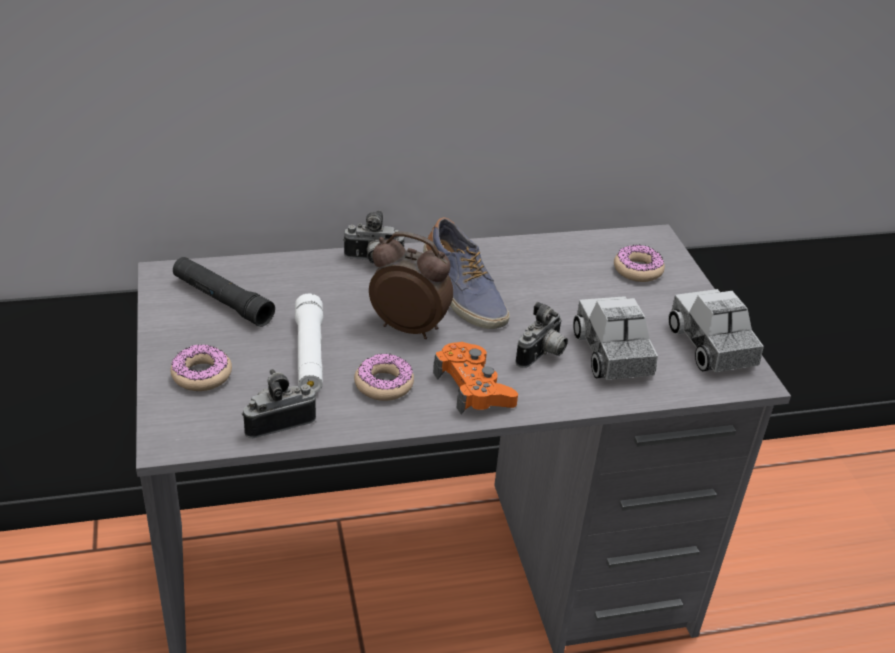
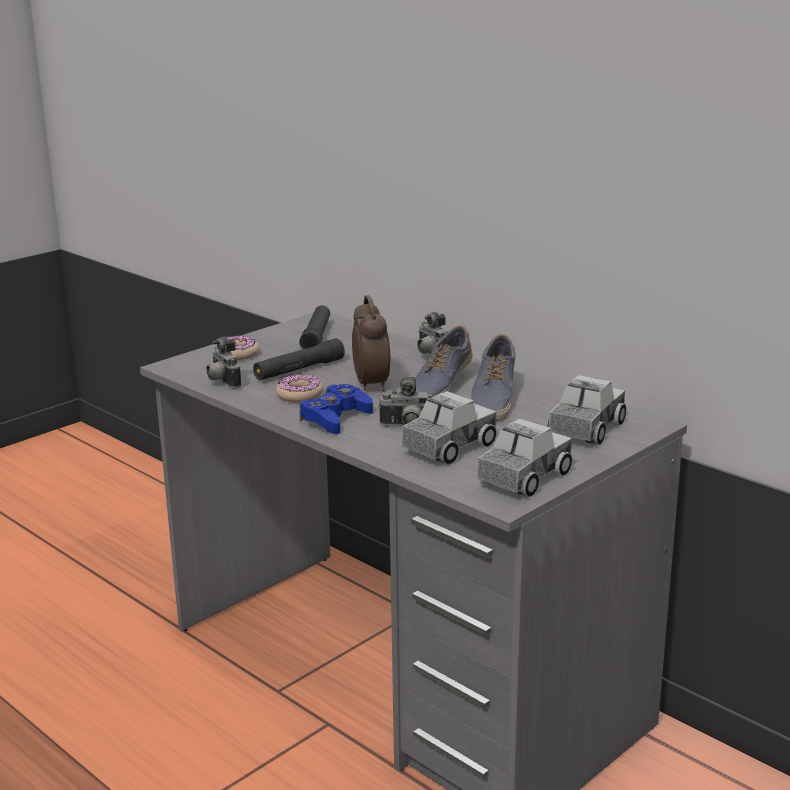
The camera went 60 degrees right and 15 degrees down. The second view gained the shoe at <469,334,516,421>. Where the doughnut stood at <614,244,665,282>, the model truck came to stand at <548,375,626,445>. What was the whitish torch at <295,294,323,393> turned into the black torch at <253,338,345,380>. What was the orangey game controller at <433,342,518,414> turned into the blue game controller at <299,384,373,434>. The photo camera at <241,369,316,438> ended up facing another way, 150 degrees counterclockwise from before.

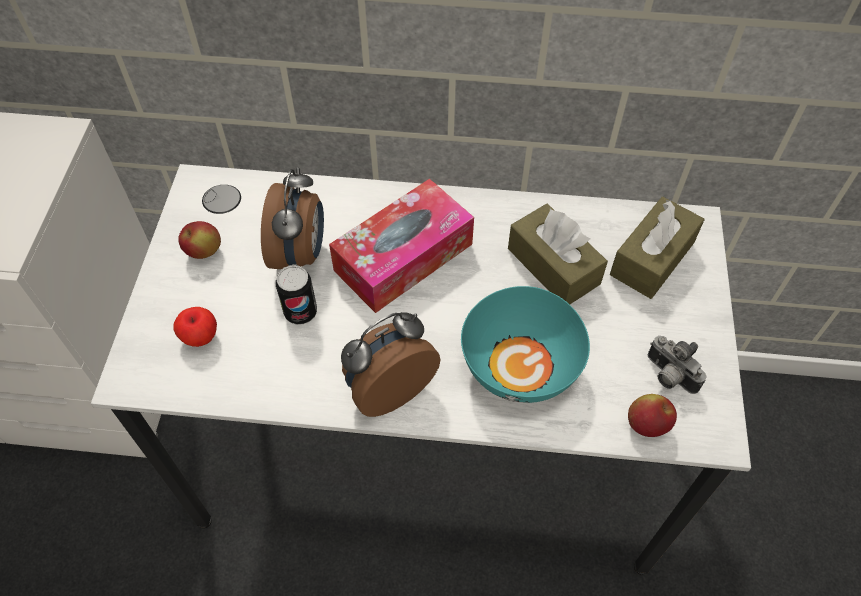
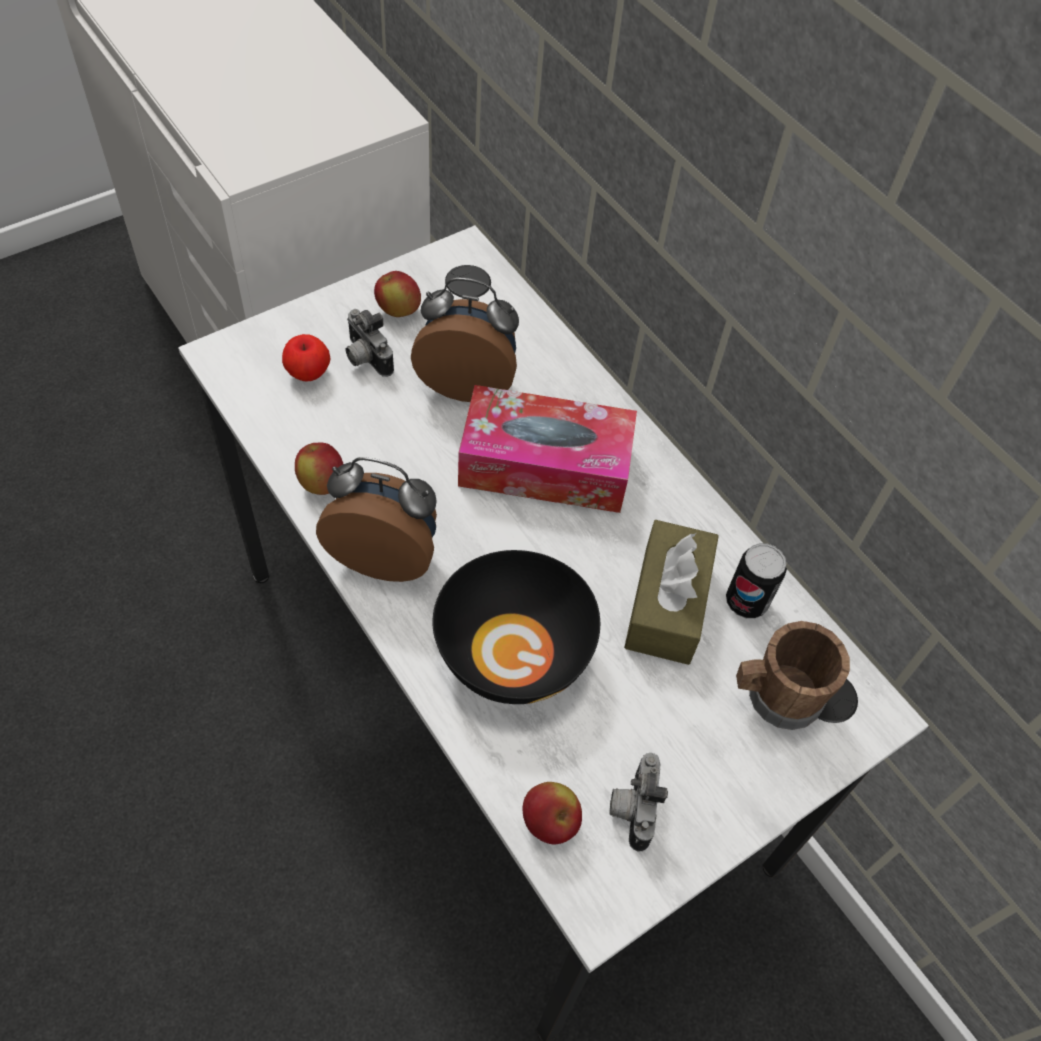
The camera went 45 degrees right and 0 degrees up. The second view gained the whole apple at <295,442,343,495>. The second view gained the photo camera at <346,309,394,377>. The can ended up elsewhere, having gone from <276,265,317,325> to <726,543,787,619>. Where the brown-coloured tissue holder stood at <610,197,705,299>, the brown-coloured mug came to stand at <736,621,850,730>. What was the turquoise deep dish at <461,286,590,403> turned into the black deep dish at <432,550,600,704>. The table clock at <261,168,324,269> ended up facing another way, 135 degrees counterclockwise from before.

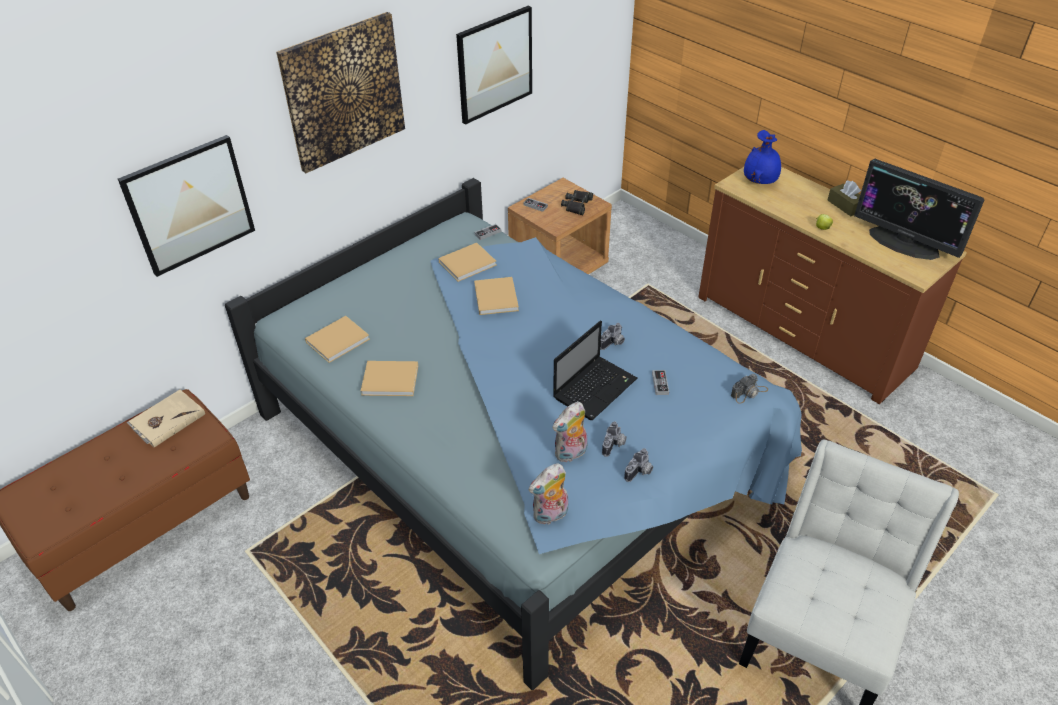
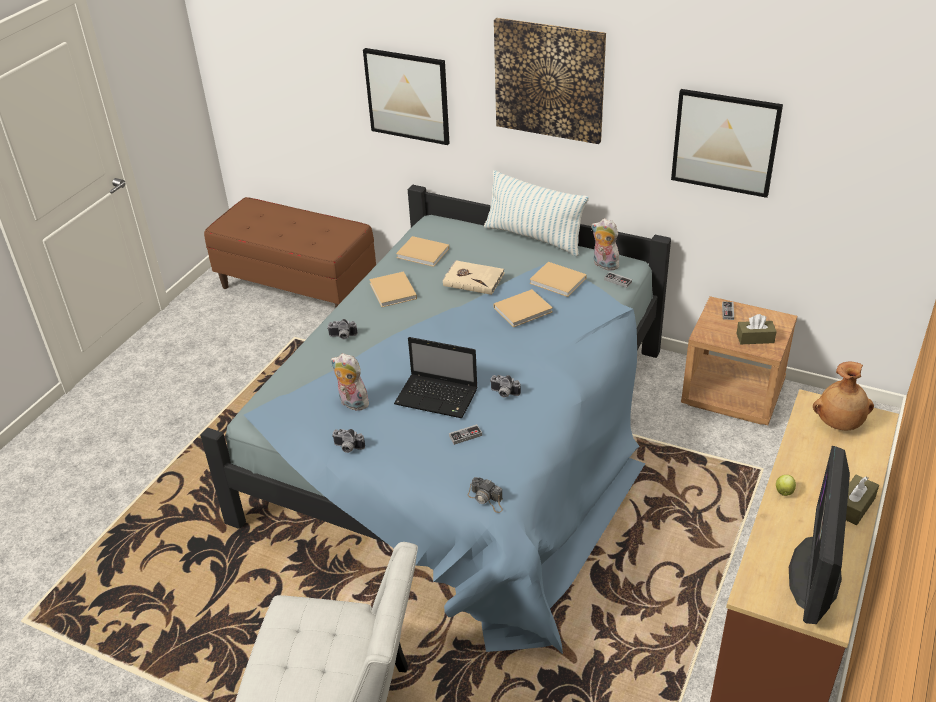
The camera went 70 degrees right and 5 degrees down. The second view gained the pillow at <484,170,589,256>. The beige-coloured volume ended up elsewhere, having gone from <127,390,205,447> to <443,260,505,295>. The plush toy ended up elsewhere, having gone from <529,463,568,525> to <591,219,619,271>. The photo camera ended up elsewhere, having gone from <602,421,627,457> to <327,319,357,339>. Where the black binoculars stood at <561,190,593,215>, the brown-coloured tissue holder came to stand at <736,314,777,344>. What was the blue flower vase at <744,130,781,184> turned into the brown-coloured flower vase at <813,361,874,430>.

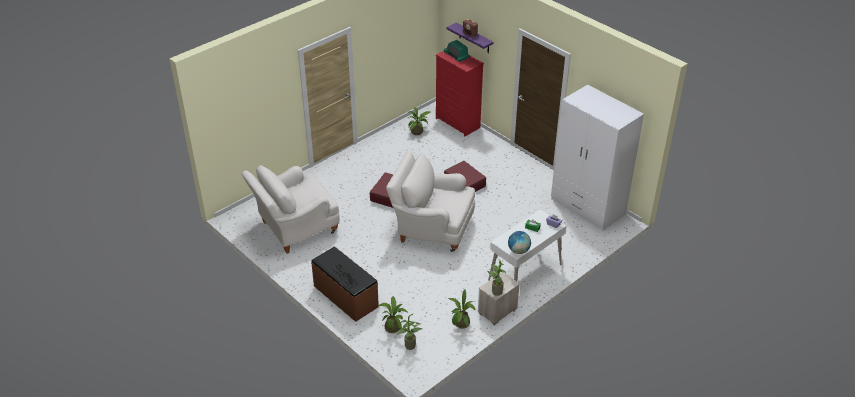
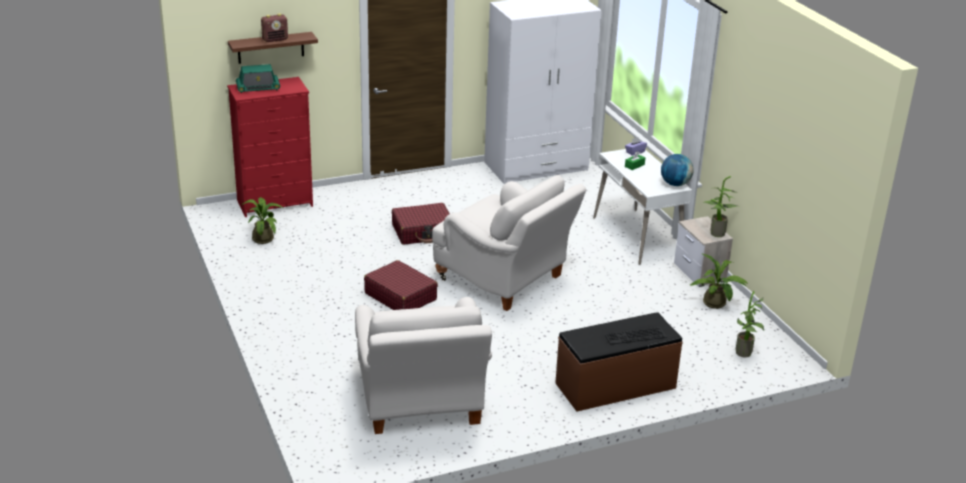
The camera went 70 degrees left and 10 degrees down. The second view lost the potted plant at <379,296,408,333>. What was the purple wall shelf at <447,23,494,53> turned into the brown-coloured wall shelf at <228,32,318,64>. The whitish lounge chair at <386,151,475,252> ended up facing another way, 90 degrees counterclockwise from before.

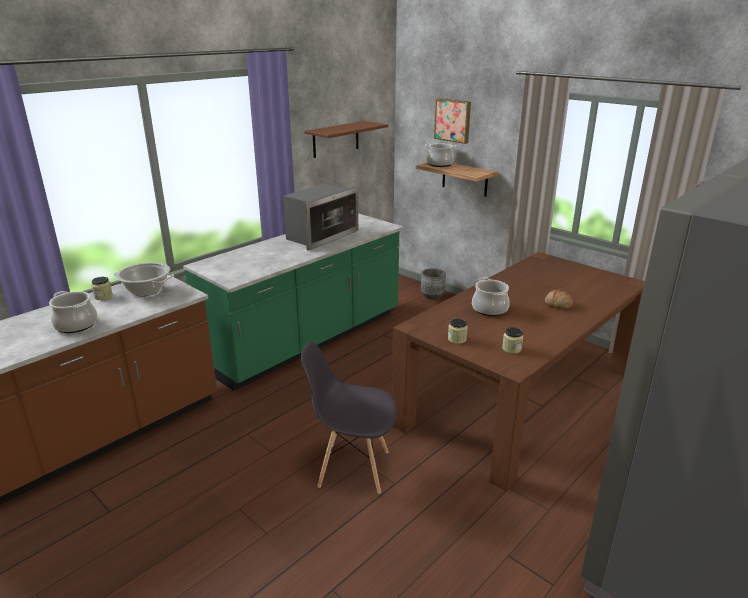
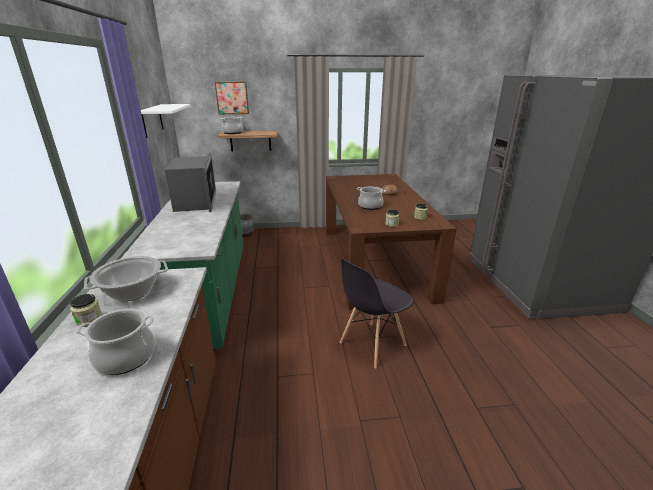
The camera went 50 degrees left and 0 degrees up. What was the brown-coloured wall shelf at <304,121,388,158> turned into the whitish wall shelf at <141,104,190,138>.

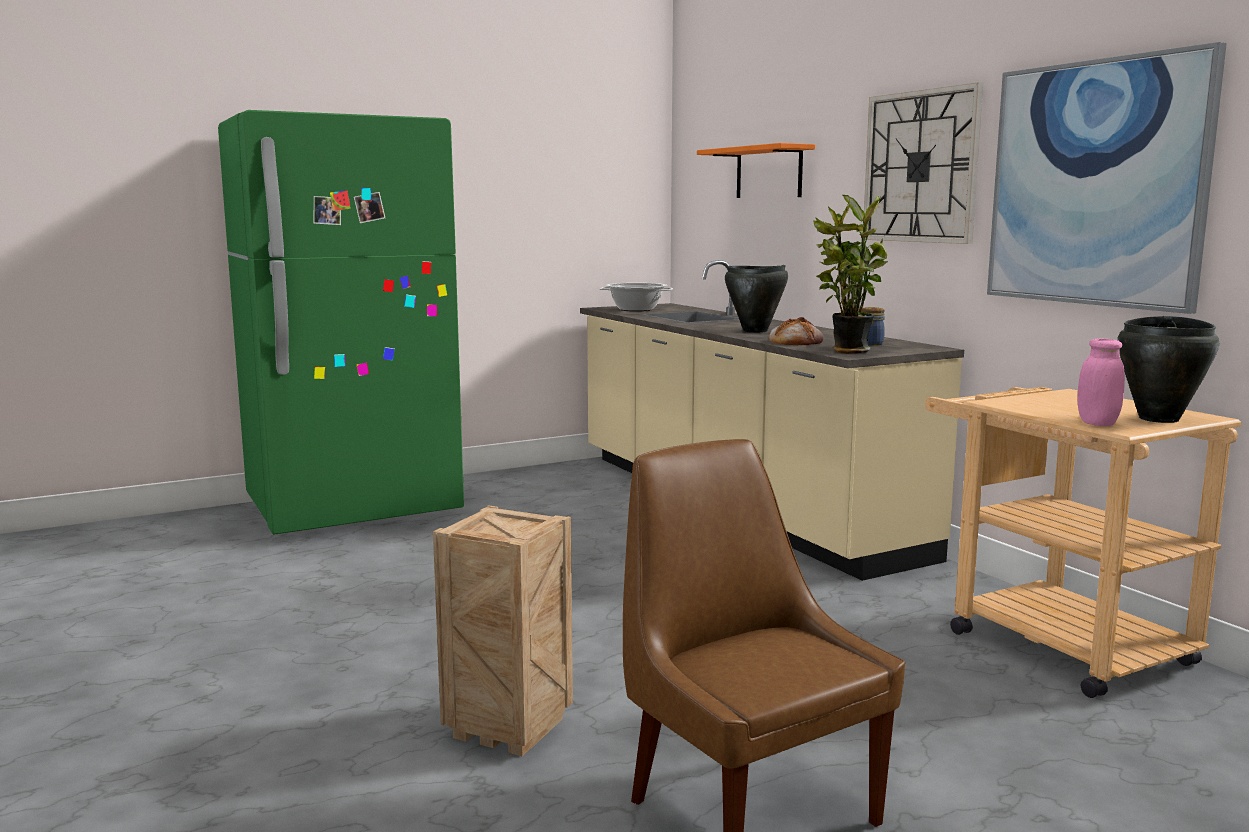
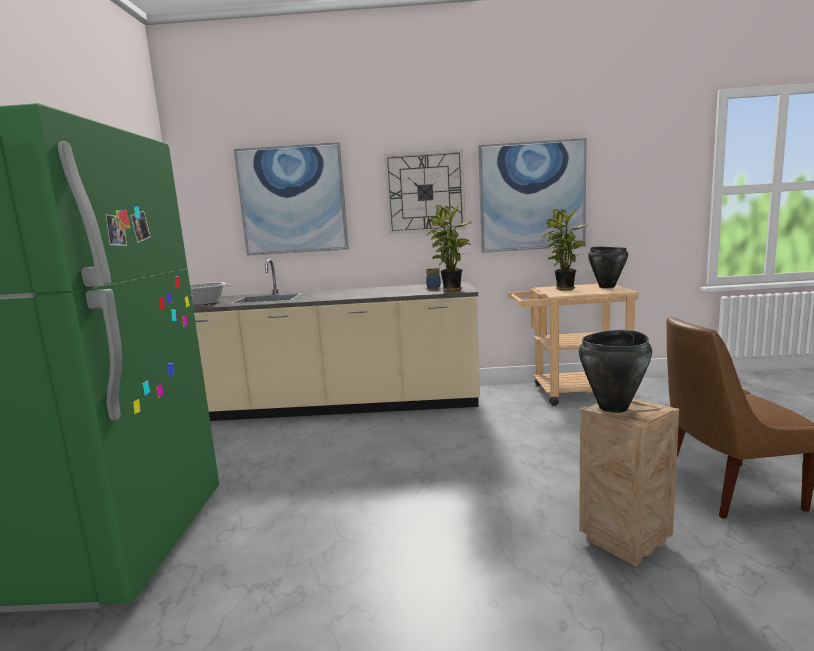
The camera went 60 degrees left and 0 degrees up. The second view lost the baked bread at <769,317,824,345>. The second view lost the pink preserve jar at <1077,339,1125,426>. The second view gained the potted plant at <542,209,588,290>. The black stockpot ended up elsewhere, having gone from <725,265,788,333> to <579,330,652,413>. Where the orangey wall shelf hung at <697,143,815,198>, the wall art came to hang at <234,142,349,256>.

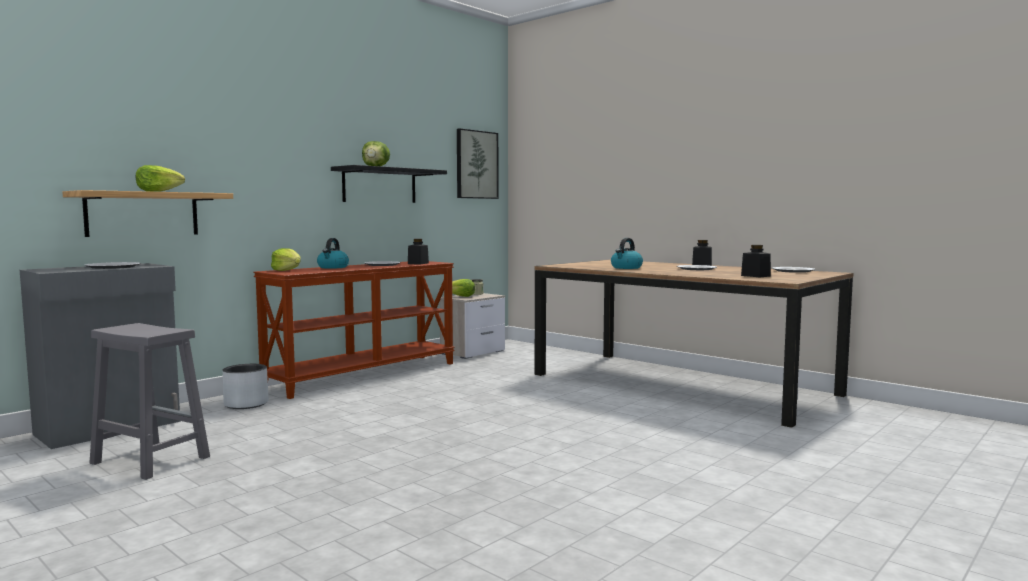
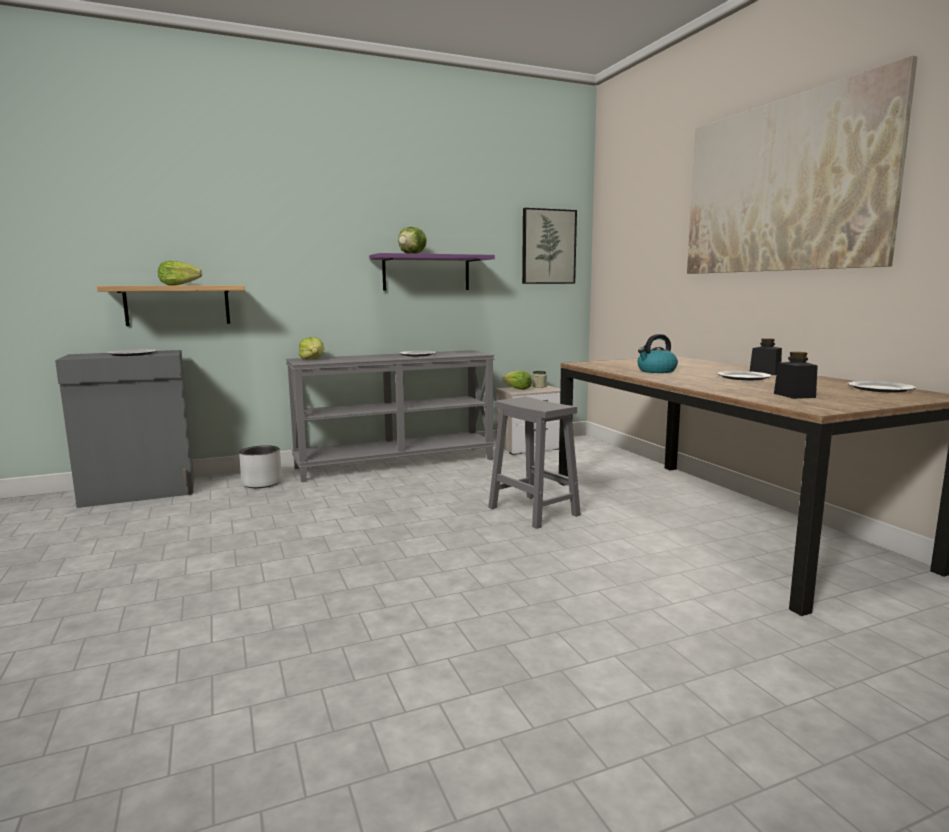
The camera went 25 degrees right and 5 degrees up. The second view lost the kettle at <317,238,349,269>. The second view lost the black preserve jar at <408,239,429,265>. The second view gained the wall art at <687,55,918,274>. The grey stool seat ended up elsewhere, having gone from <90,323,210,480> to <488,397,581,529>. What was the brown-coloured hall table at <253,261,455,399> turned into the grey hall table at <286,350,495,482>. What was the black wall shelf at <331,165,447,203> turned into the purple wall shelf at <369,253,495,290>.

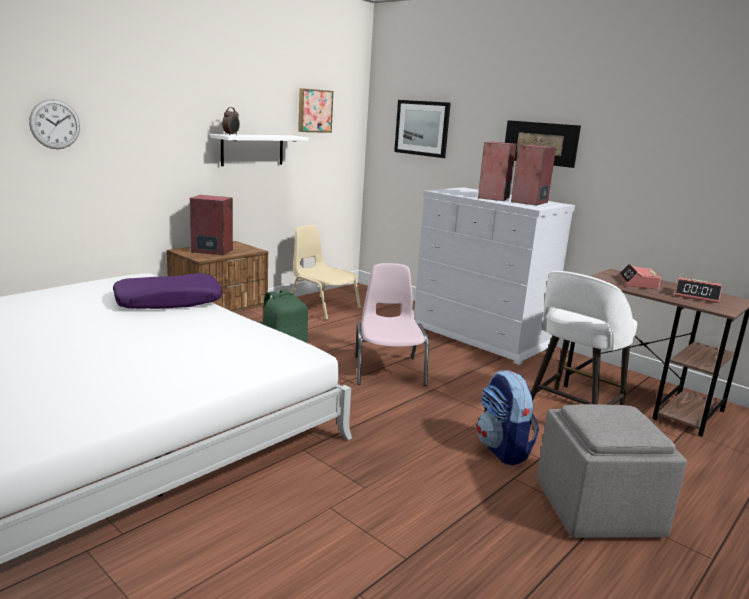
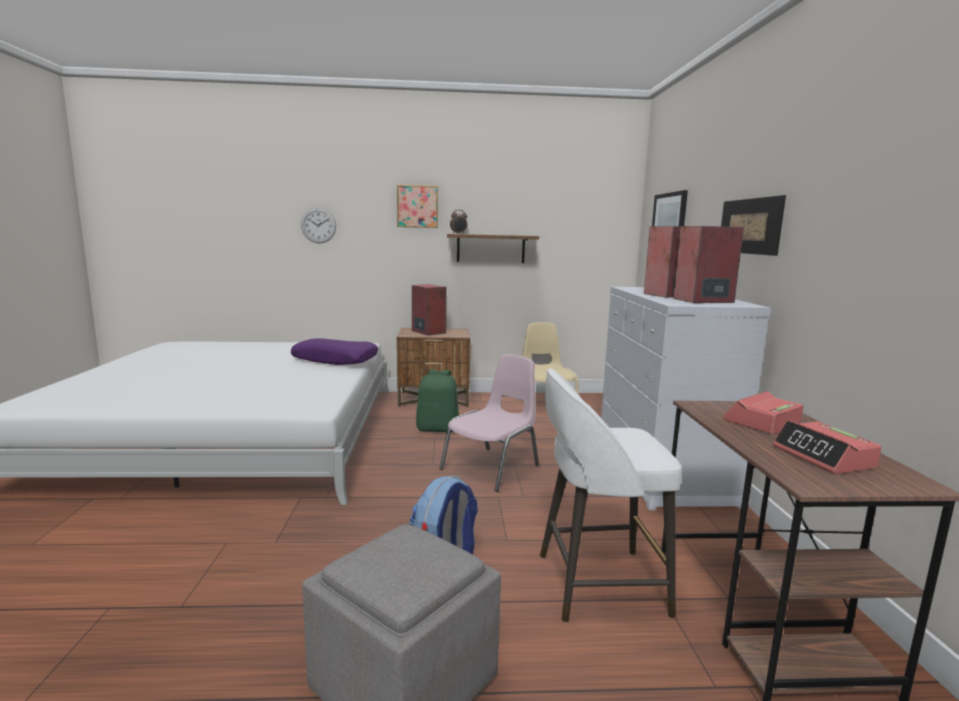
The camera went 45 degrees right and 5 degrees down. The wall art ended up elsewhere, having gone from <298,88,333,133> to <397,185,438,228>. What was the whitish wall shelf at <210,134,309,166> turned into the brown-coloured wall shelf at <447,234,539,263>.

